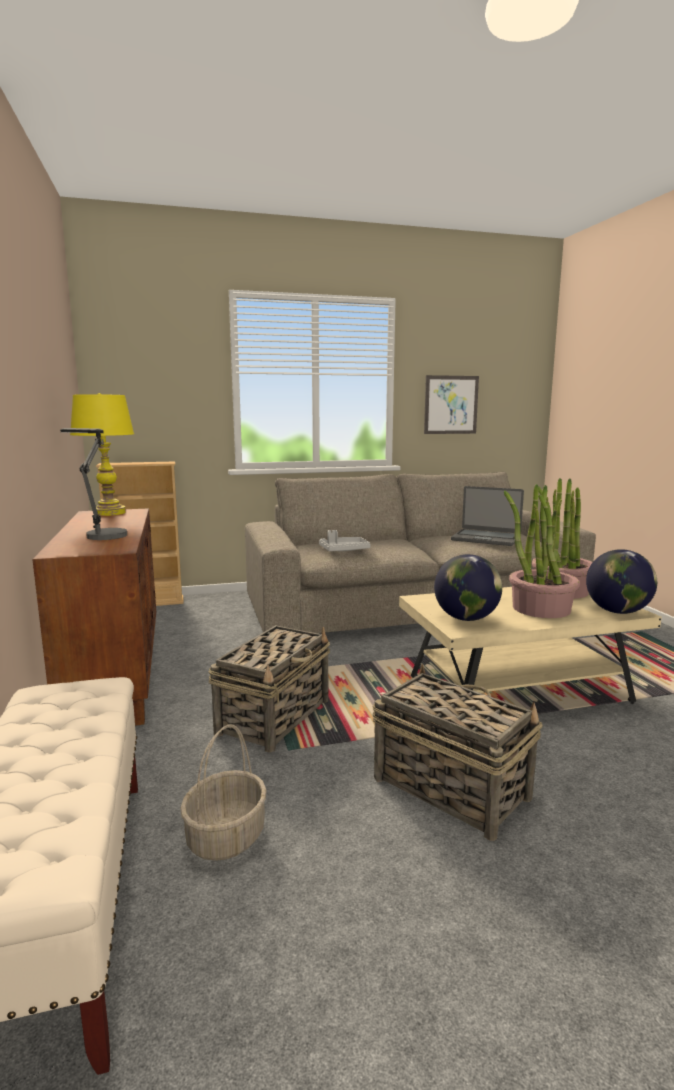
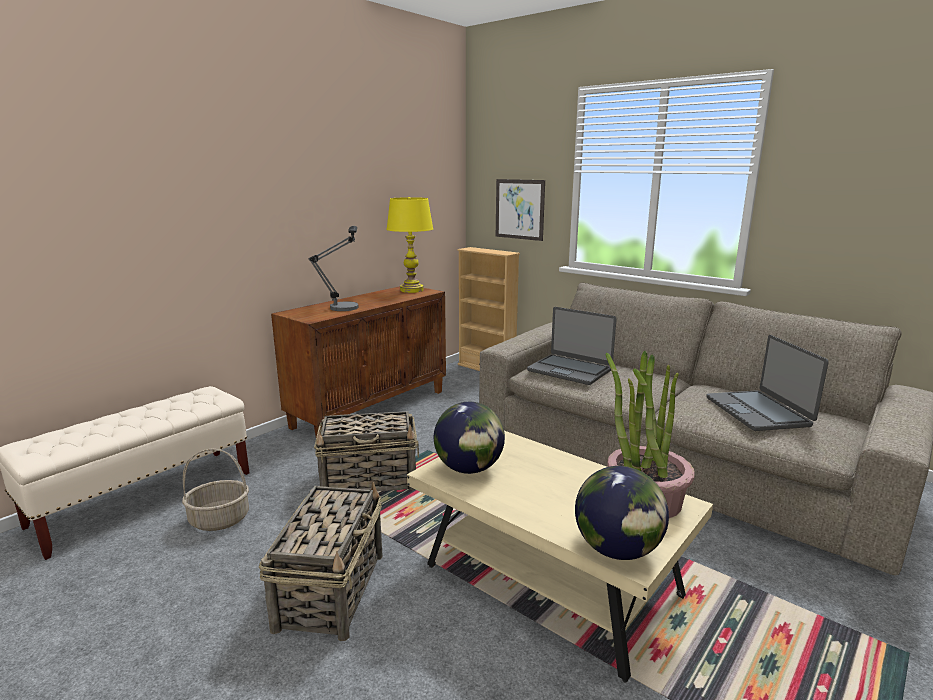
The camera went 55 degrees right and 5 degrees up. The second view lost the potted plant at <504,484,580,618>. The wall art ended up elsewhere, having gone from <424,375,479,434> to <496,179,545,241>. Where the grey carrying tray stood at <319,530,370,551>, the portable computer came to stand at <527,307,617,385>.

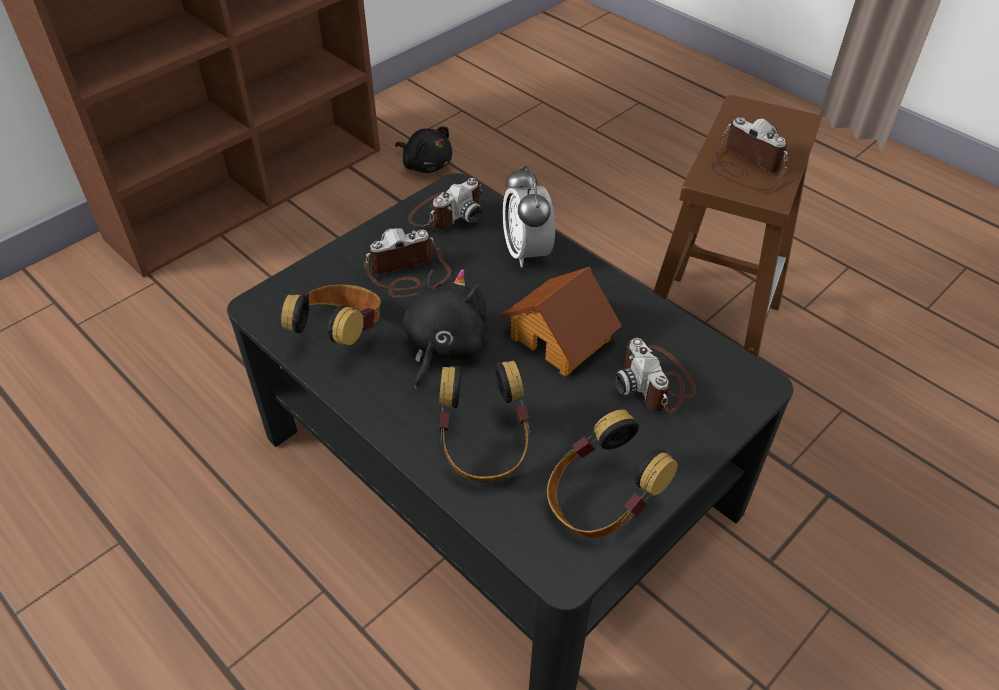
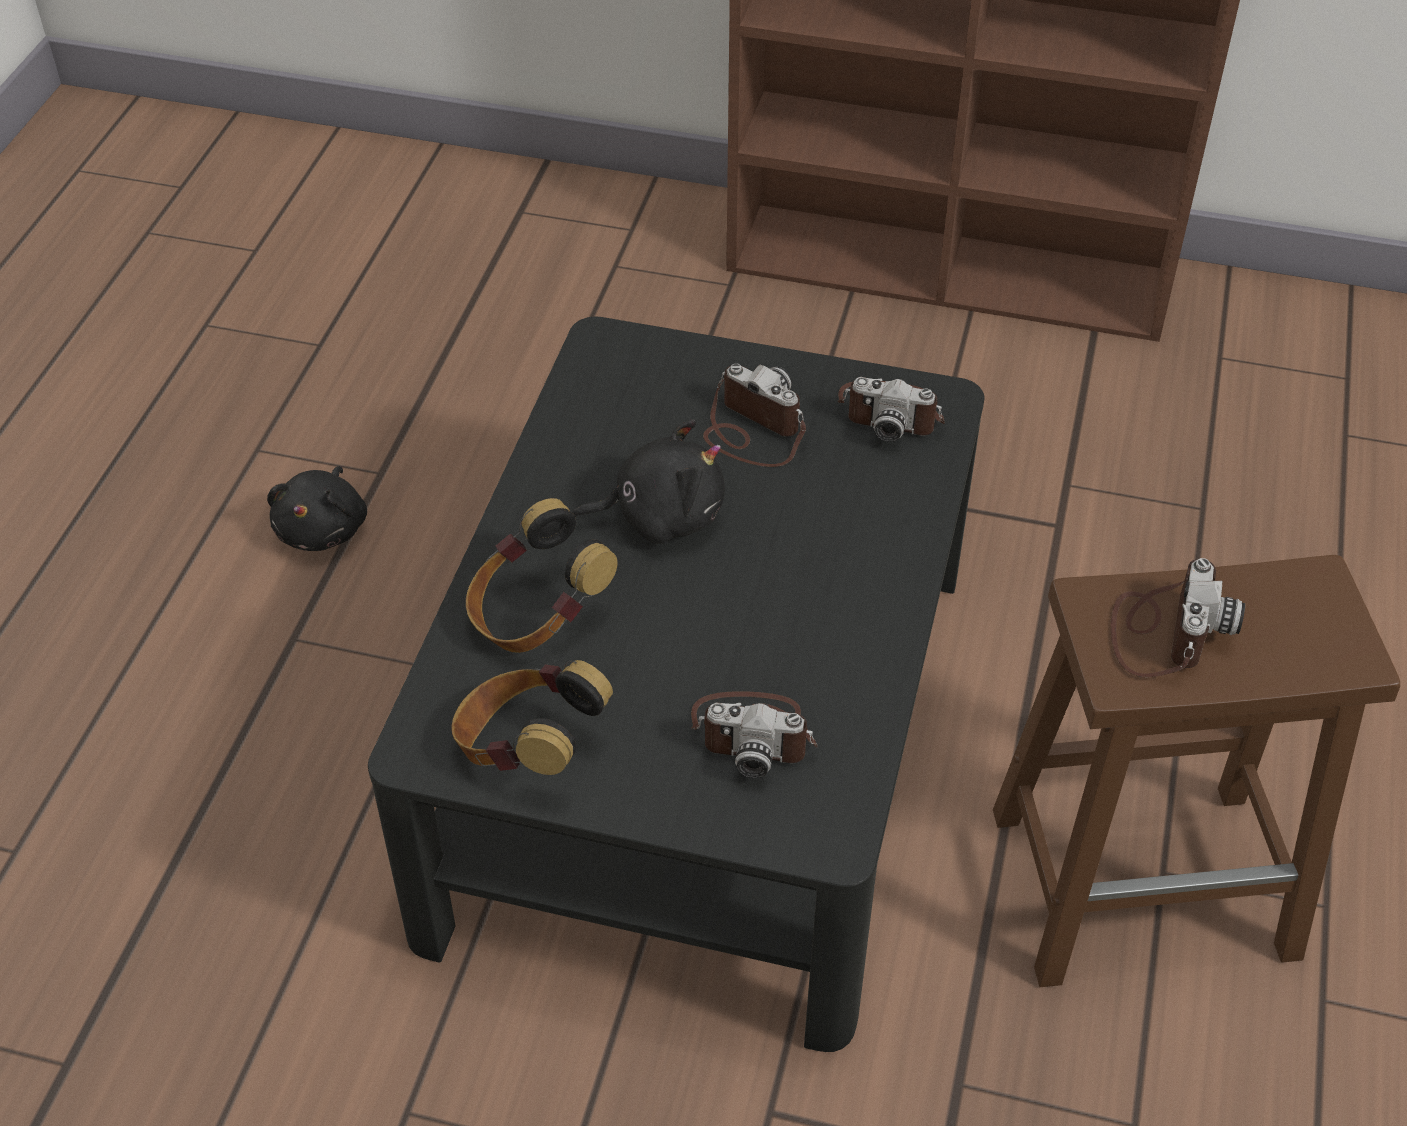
The camera went 60 degrees right and 0 degrees up. The second view lost the headphones at <281,285,381,345>. The second view lost the miniature house at <501,266,622,376>. The second view lost the table clock at <503,166,555,267>. The black plush toy ended up elsewhere, having gone from <395,127,452,173> to <267,466,367,551>. The photo camera at <615,338,696,413> ended up facing another way, 120 degrees counterclockwise from before.

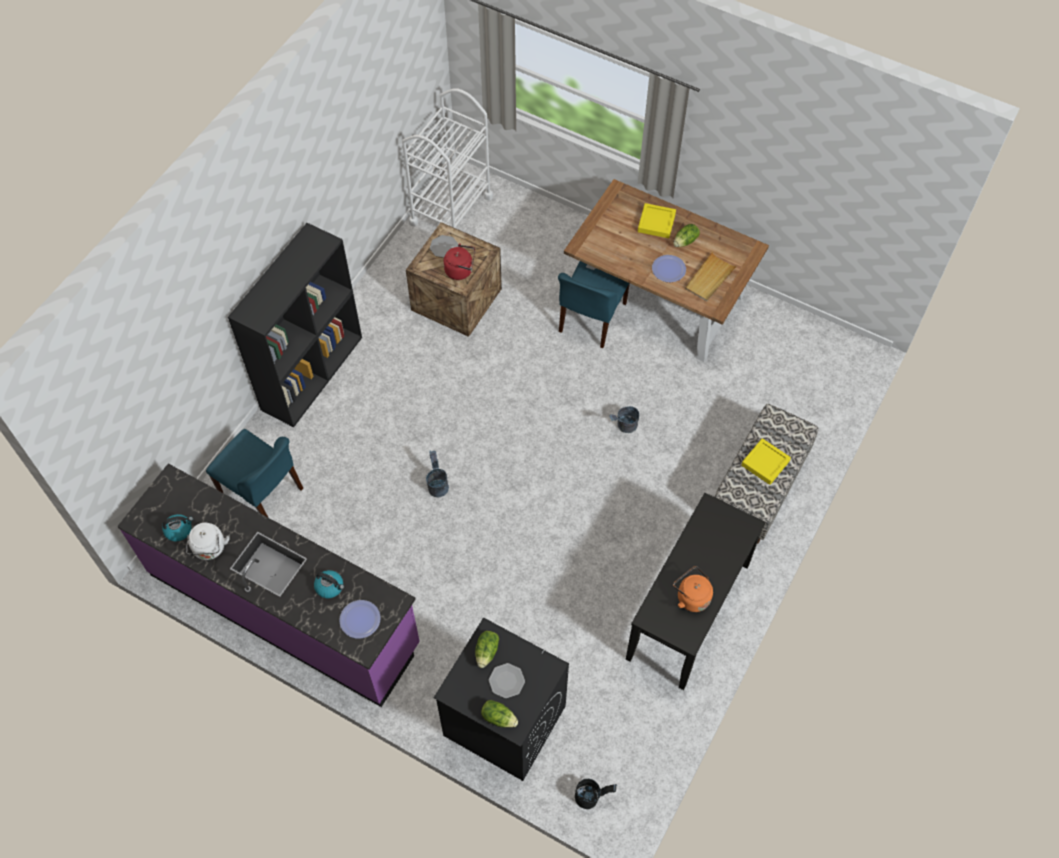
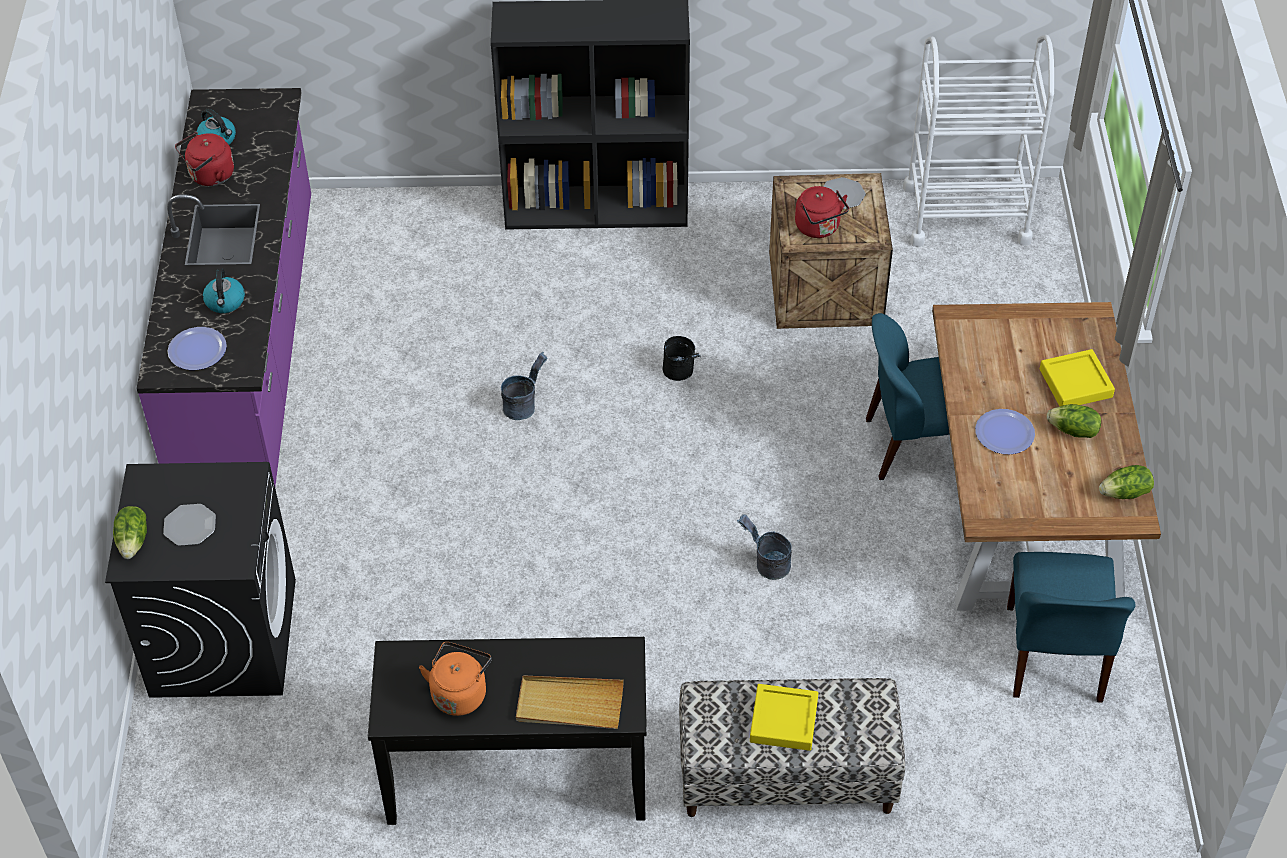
The camera went 60 degrees right and 10 degrees down. The blue chair ended up elsewhere, having gone from <206,429,303,517> to <1007,552,1135,703>. The head of lettuce ended up elsewhere, having gone from <475,631,499,668> to <1099,465,1154,499>. The black water bucket ended up elsewhere, having gone from <575,779,617,809> to <662,336,701,381>. The beige-coloured carrying tray ended up elsewhere, having gone from <685,251,738,301> to <516,676,624,729>. What was the whitish kettle at <186,523,230,560> turned into the red-coloured kettle at <175,132,234,186>.

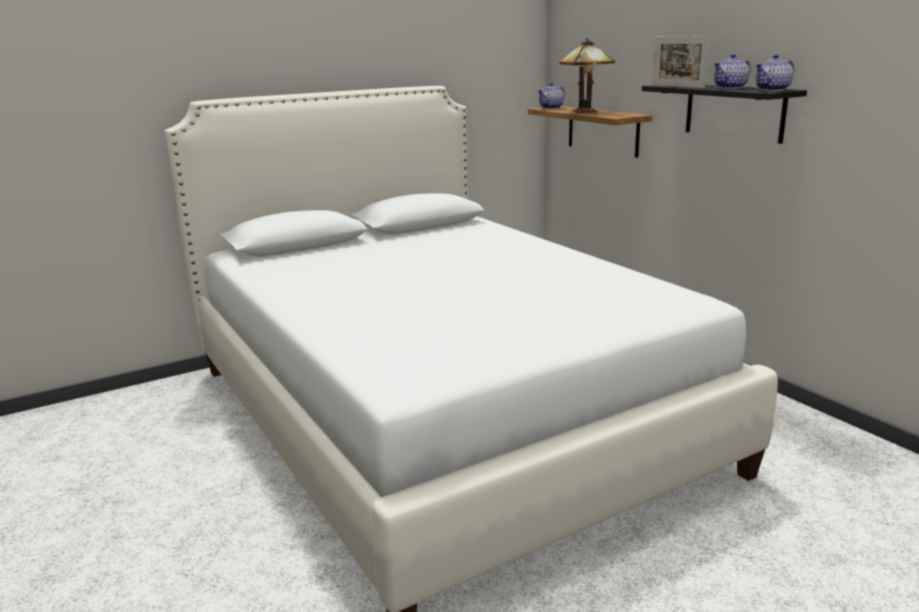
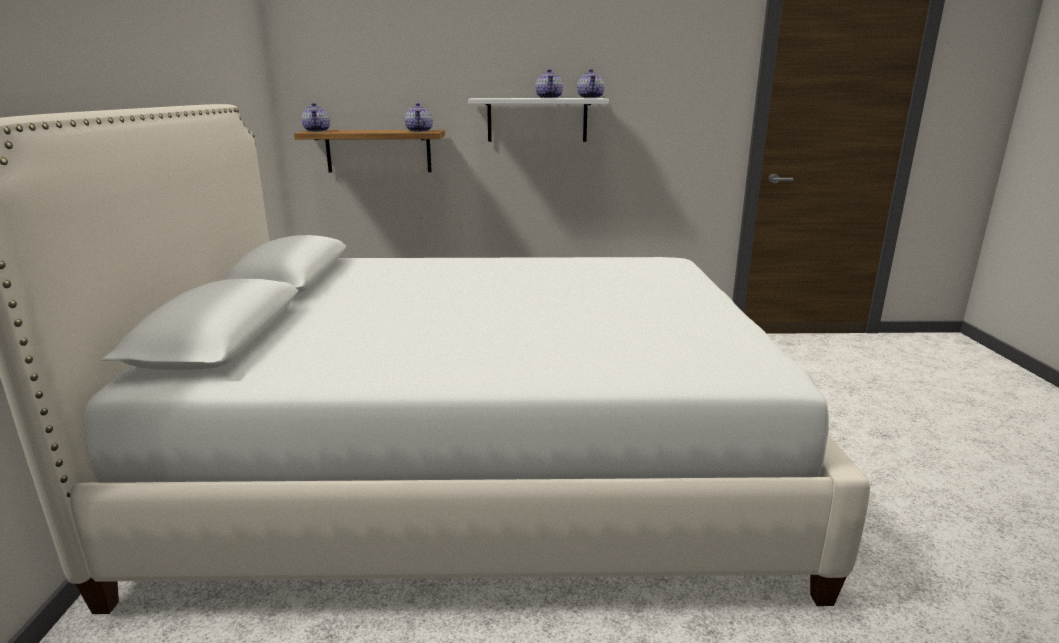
The camera went 60 degrees left and 0 degrees up. The second view lost the tabletop lamp at <559,38,615,113>. The second view lost the standing frame at <653,36,709,88>. The second view gained the tea pot at <405,103,433,132>. What was the black wall shelf at <642,85,807,144> turned into the whitish wall shelf at <468,98,609,142>.

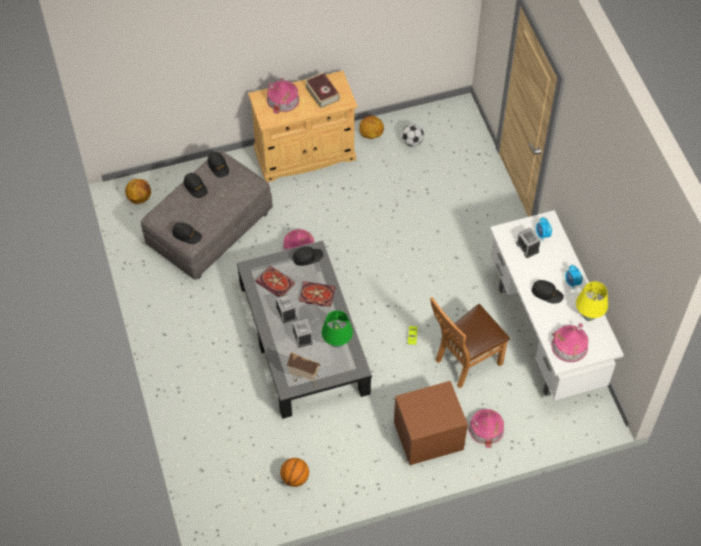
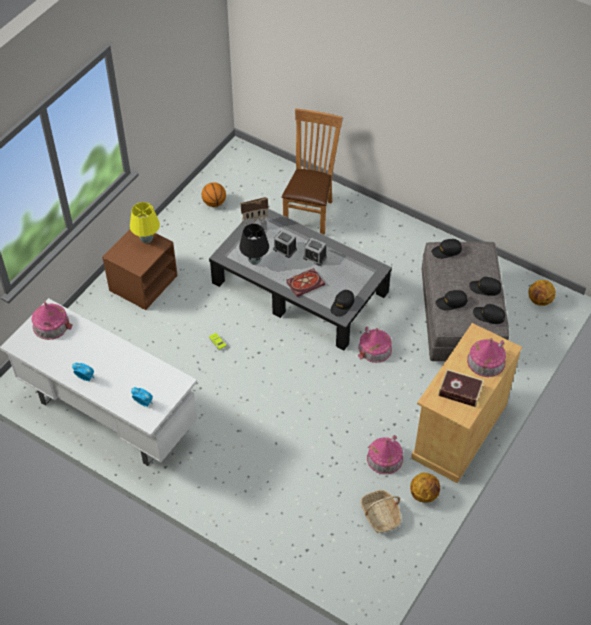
The camera went 140 degrees right and 5 degrees down. The second view lost the volume at <256,266,295,297>. The second view lost the table clock at <516,228,541,258>. The brown-coloured chair ended up elsewhere, having gone from <430,297,510,388> to <282,109,343,235>. The miniature house ended up elsewhere, having gone from <469,409,504,448> to <367,435,403,474>. The black peaked cap ended up elsewhere, having gone from <532,280,564,304> to <436,290,468,310>. The yellowish tabletop lamp ended up elsewhere, having gone from <576,281,608,321> to <130,202,160,244>. Where the football stood at <401,124,424,146>, the storage basket came to stand at <361,490,401,533>. What was the green tabletop lamp at <322,310,353,348> turned into the black tabletop lamp at <239,224,269,265>.

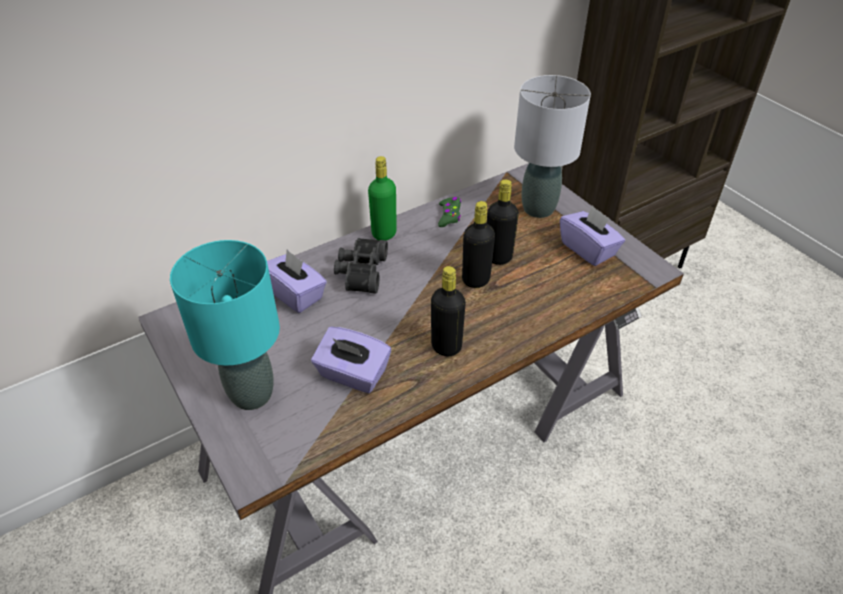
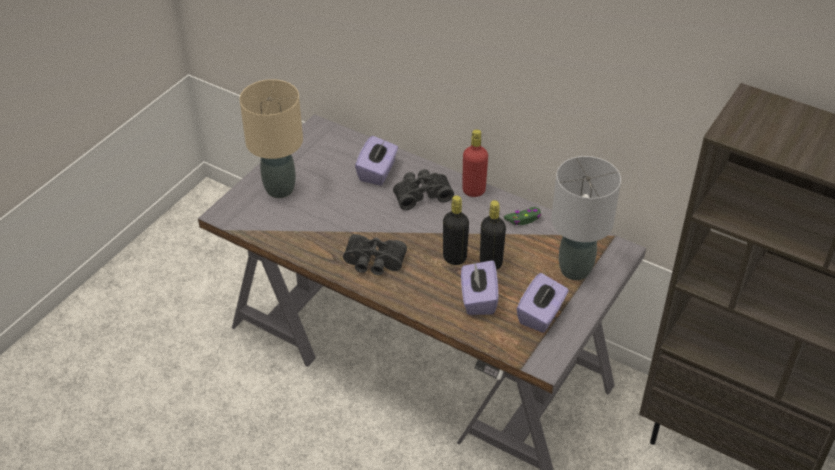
The camera went 65 degrees right and 0 degrees up. The purple tissue holder ended up elsewhere, having gone from <311,327,391,393> to <461,260,499,315>. Where the black bottle stood at <431,266,466,356>, the black binoculars came to stand at <343,234,407,275>. What was the turquoise tabletop lamp at <170,240,280,410> turned into the beige-coloured tabletop lamp at <240,79,303,198>. What was the green bottle at <368,156,397,240> turned into the red-coloured bottle at <462,129,488,197>.

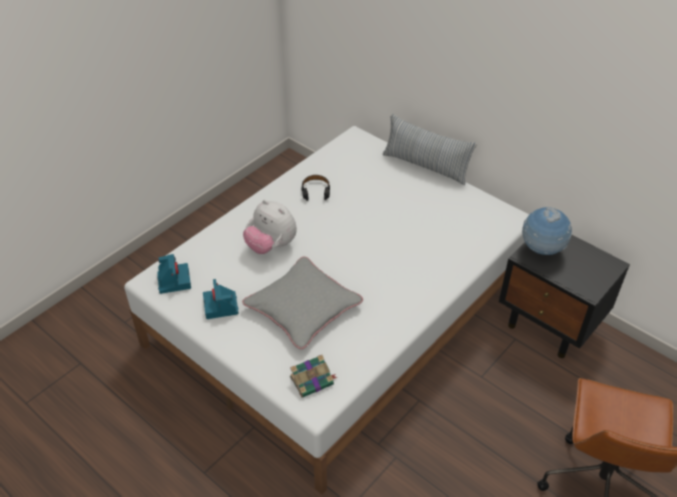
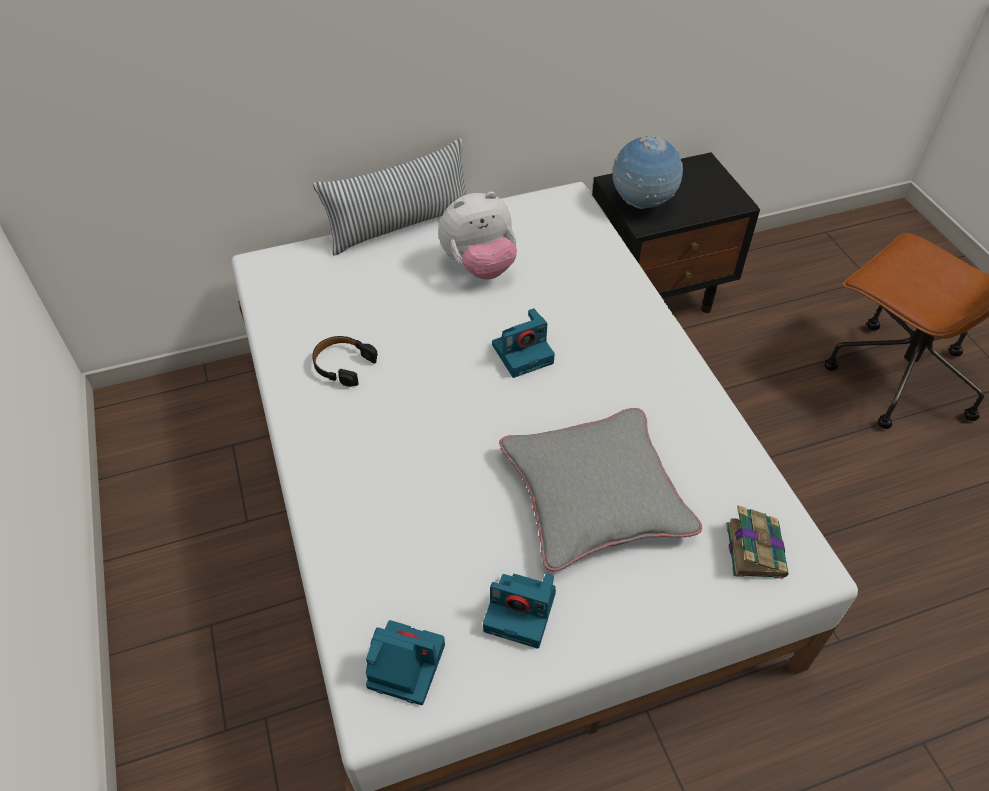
The camera went 60 degrees left and 5 degrees up. The second view gained the photo camera at <492,308,555,378>. The plush toy ended up elsewhere, having gone from <243,200,297,254> to <438,192,517,280>.

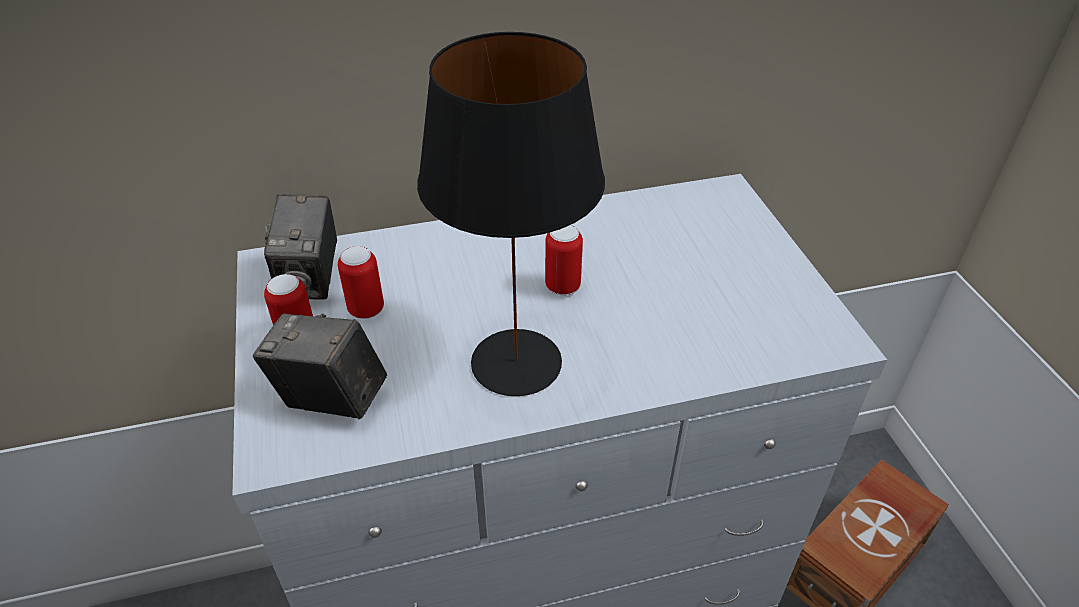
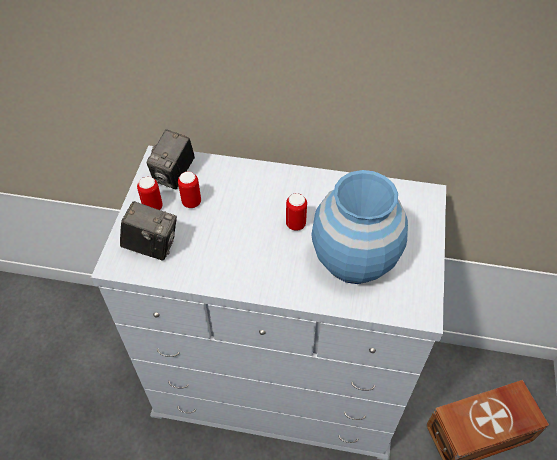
The camera went 25 degrees right and 10 degrees up. The second view lost the black tabletop lamp at <417,32,605,396>. The second view gained the blue flower vase at <311,170,408,284>. The photo camera at <253,313,387,419> ended up facing another way, 150 degrees clockwise from before.

